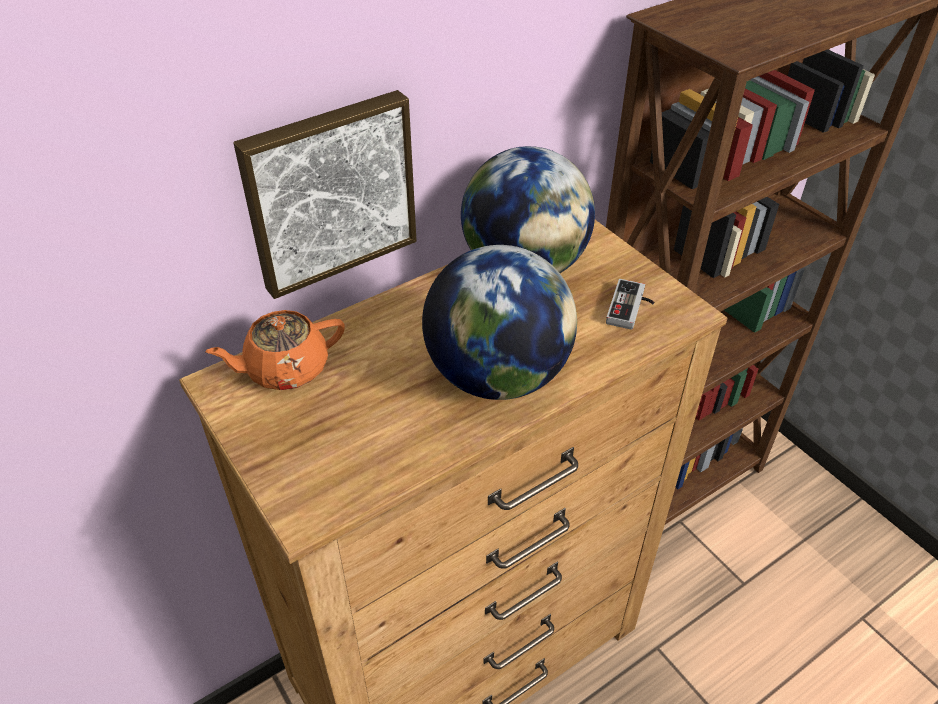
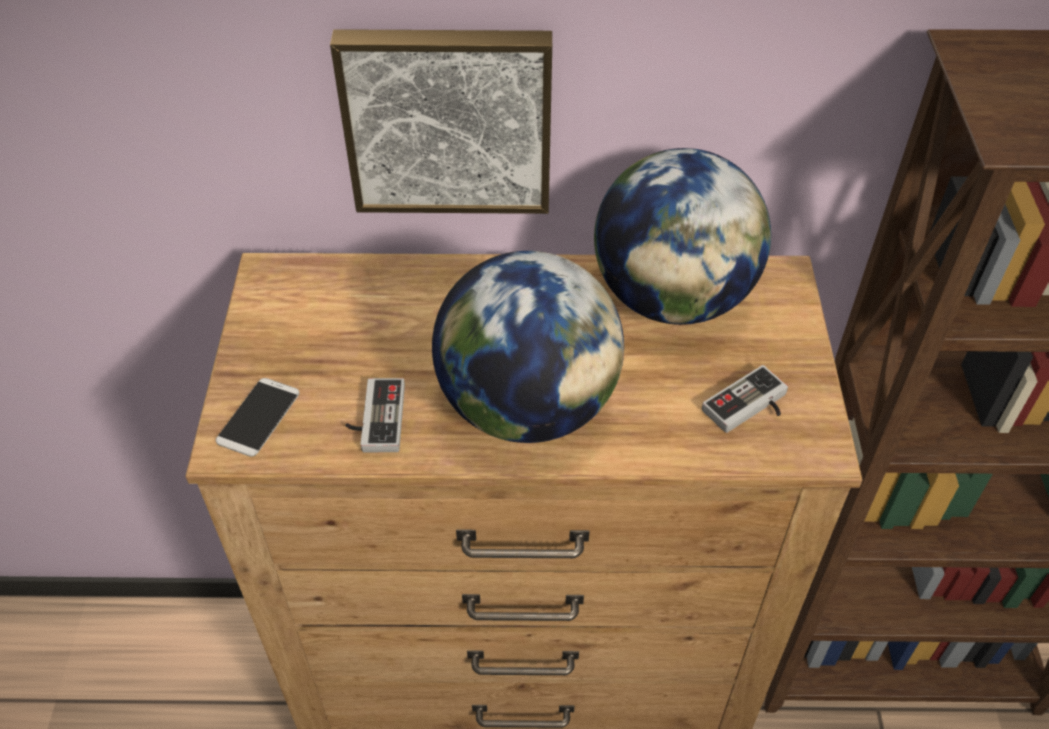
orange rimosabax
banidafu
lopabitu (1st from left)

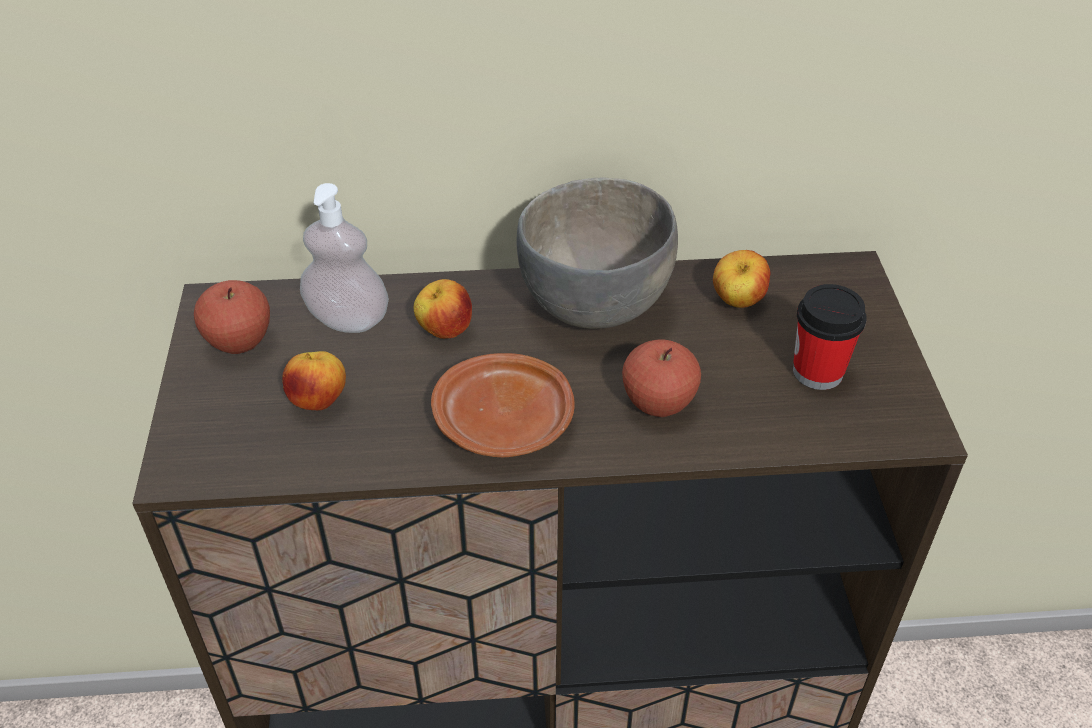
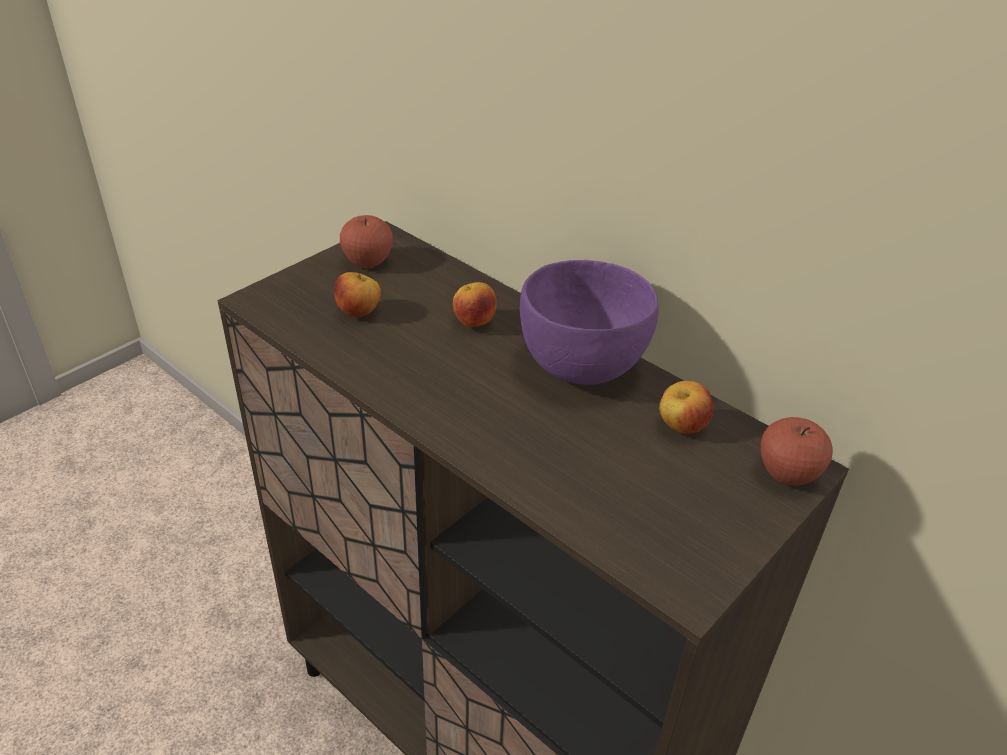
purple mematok
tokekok
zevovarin
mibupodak (5th from left)
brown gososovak

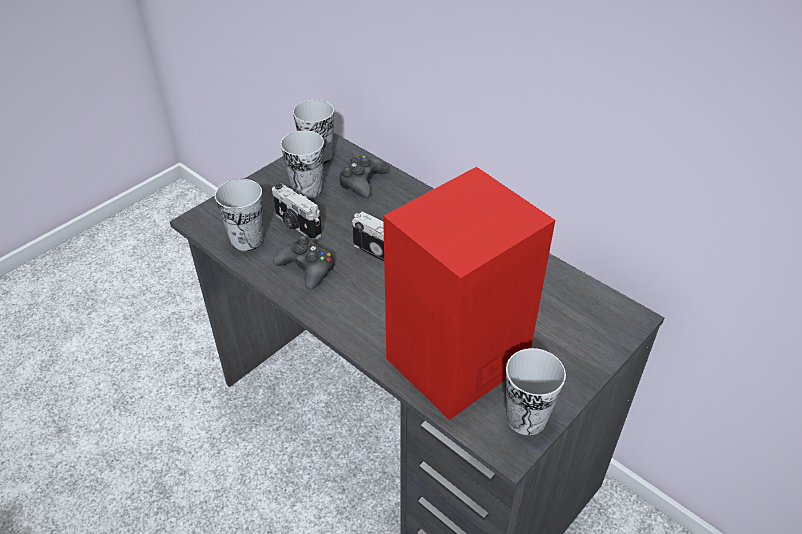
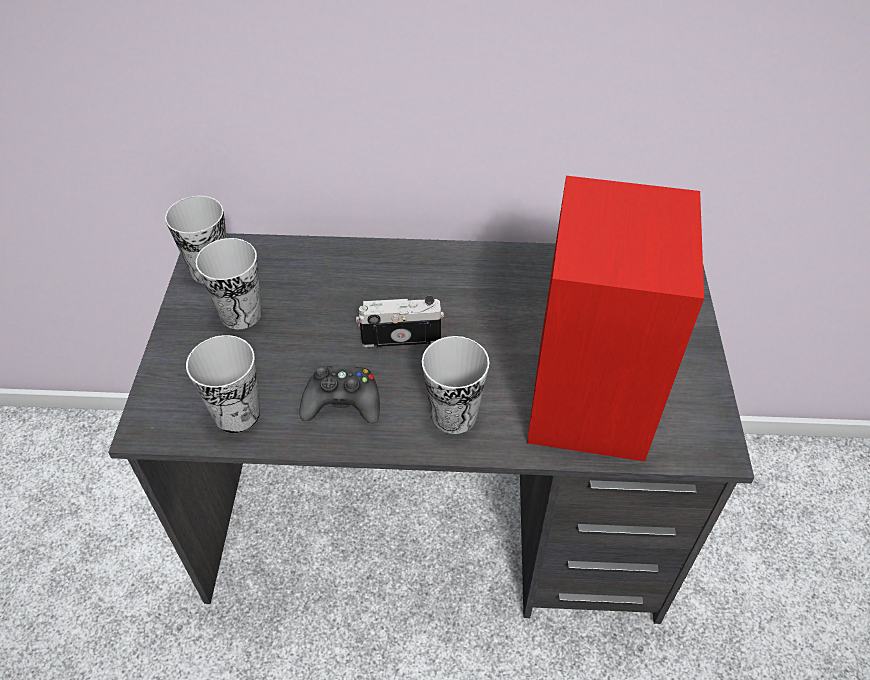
black lopabitu (2nd from left in the first image)
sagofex (1st from left in the first image)
zevovarin (4th from left)

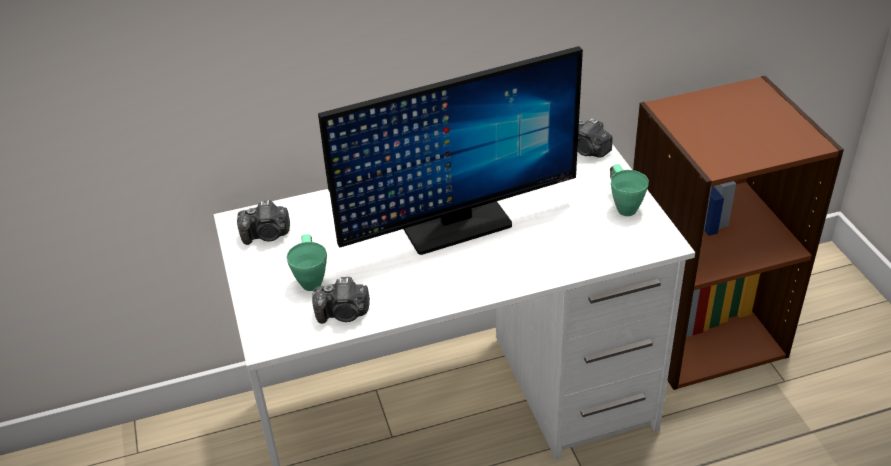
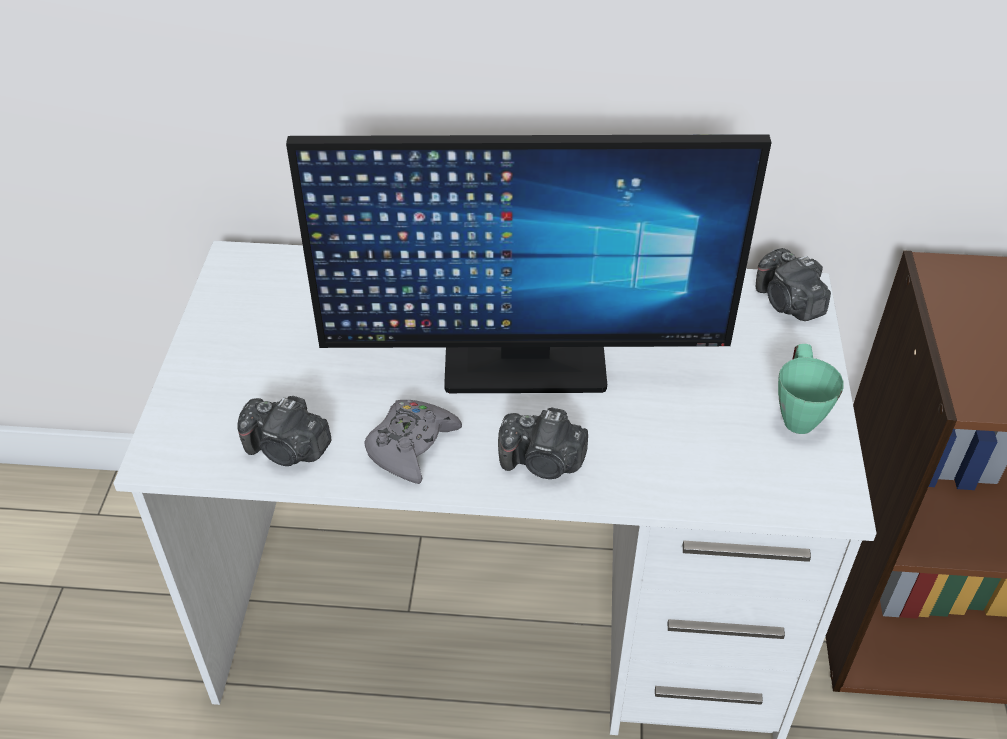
sagofex (2nd from left)
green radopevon (1st from left in the first image)
grey lopabitu

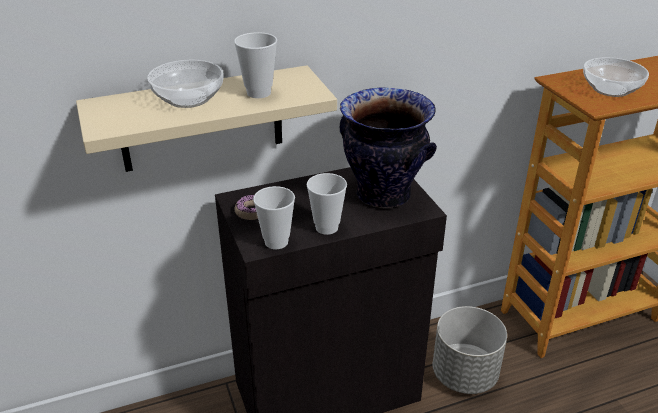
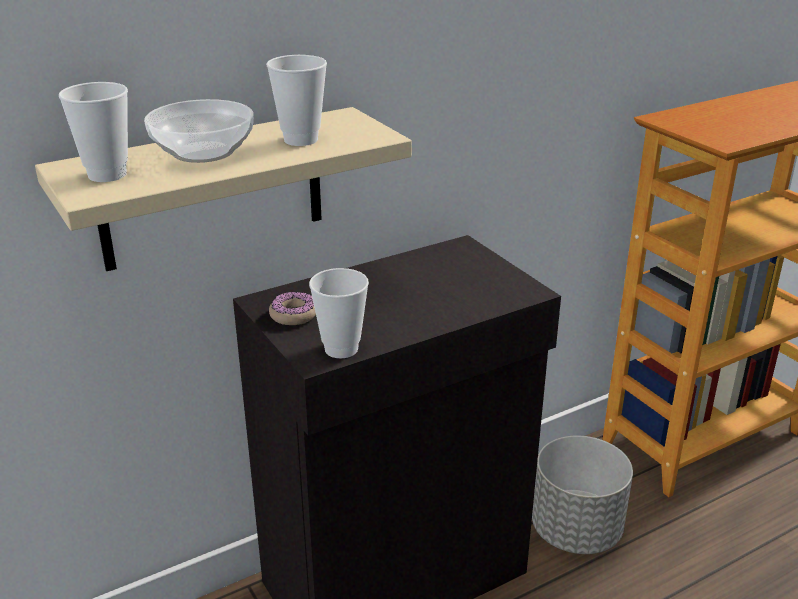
mematok (2nd from left in the first image)
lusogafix
zevovarin (1st from left)

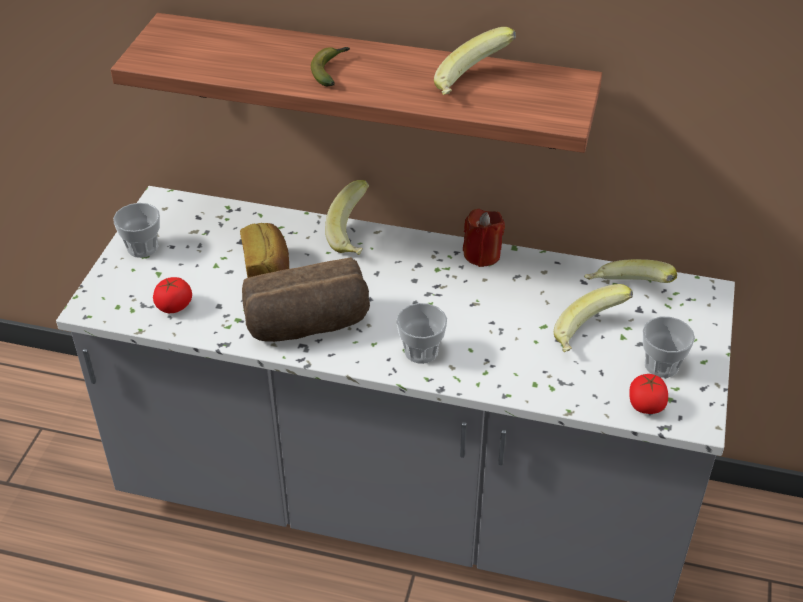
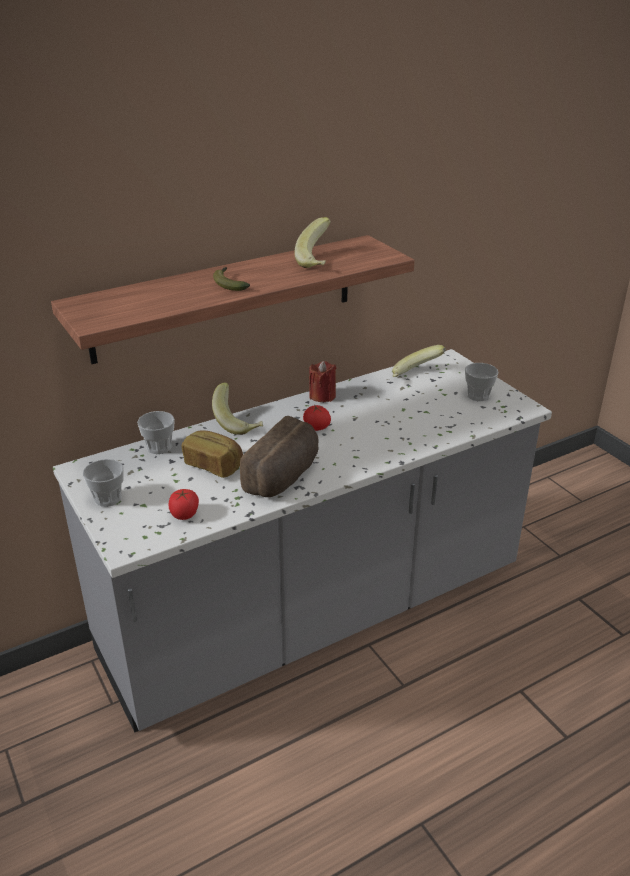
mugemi (4th from left in the first image)
zevovarin (2nd from left)
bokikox (2nd from left)

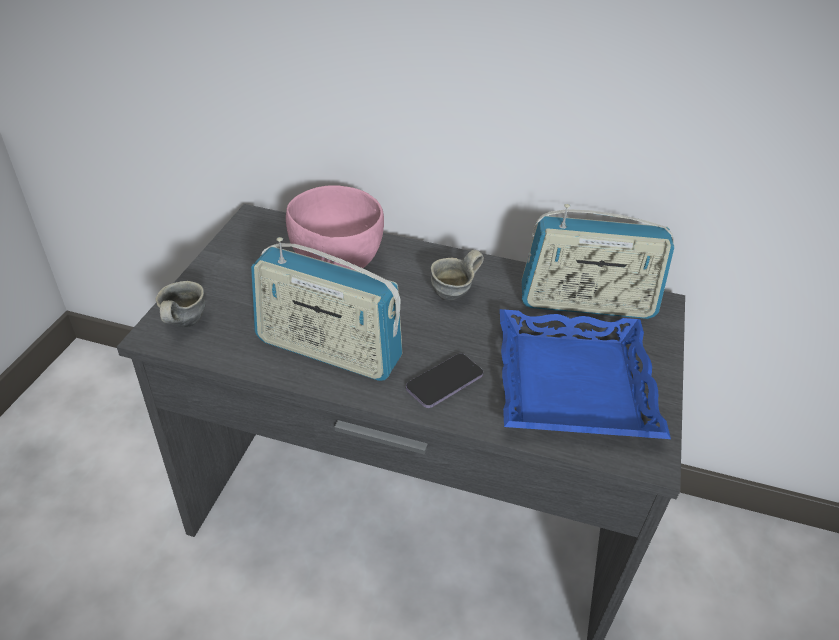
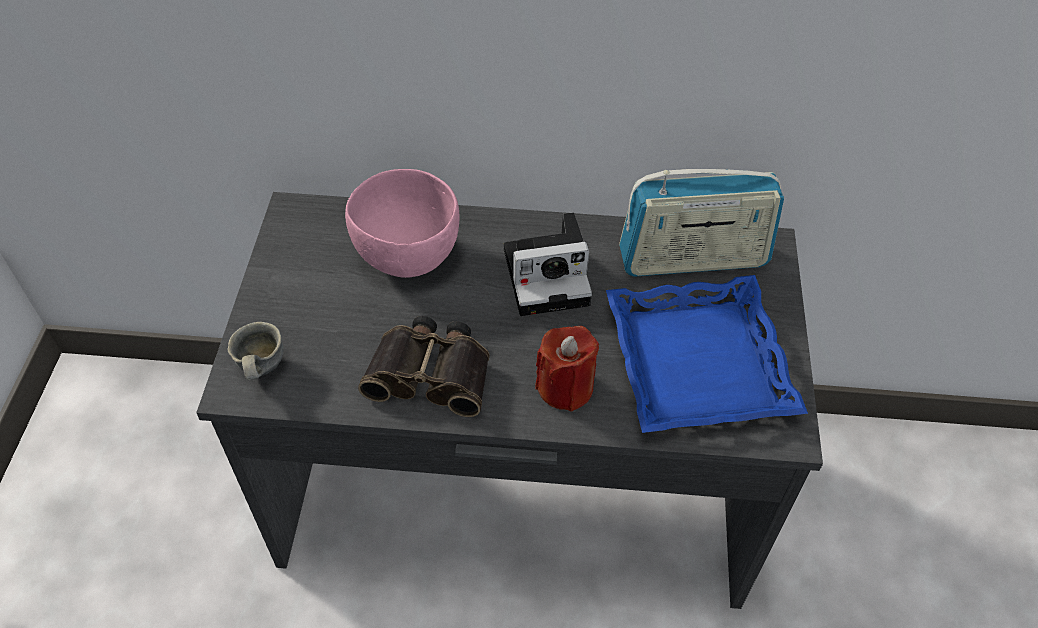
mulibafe
sagofex
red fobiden

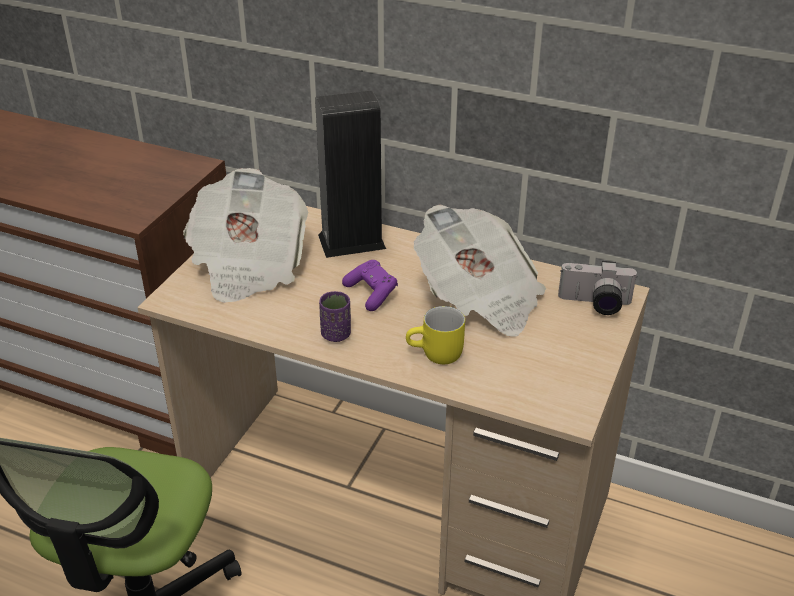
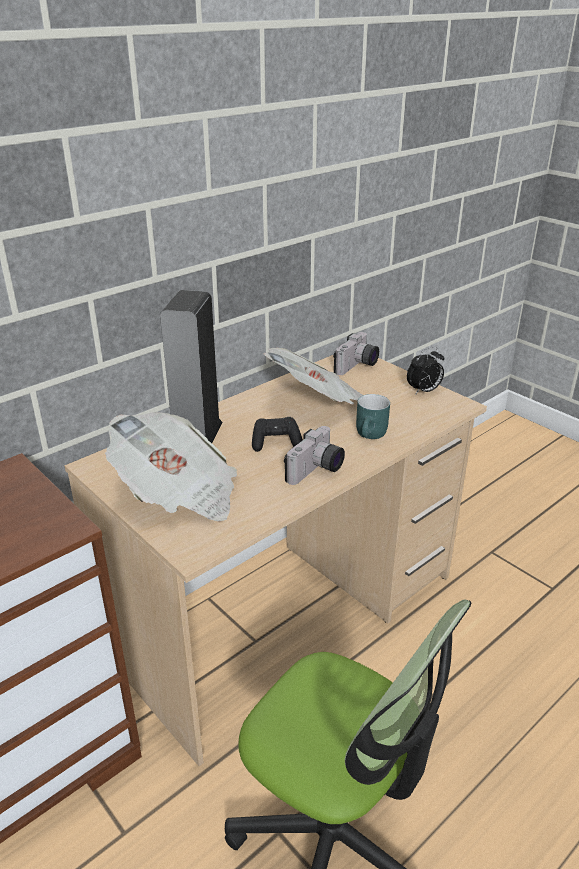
black lopabitu
sagofex (1st from left)
turquoise radopevon
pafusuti

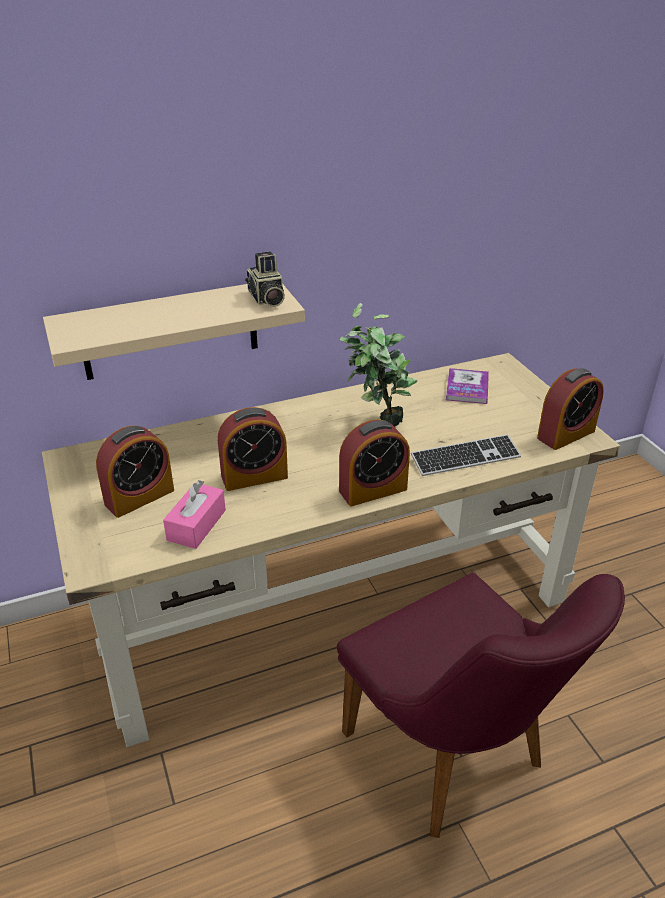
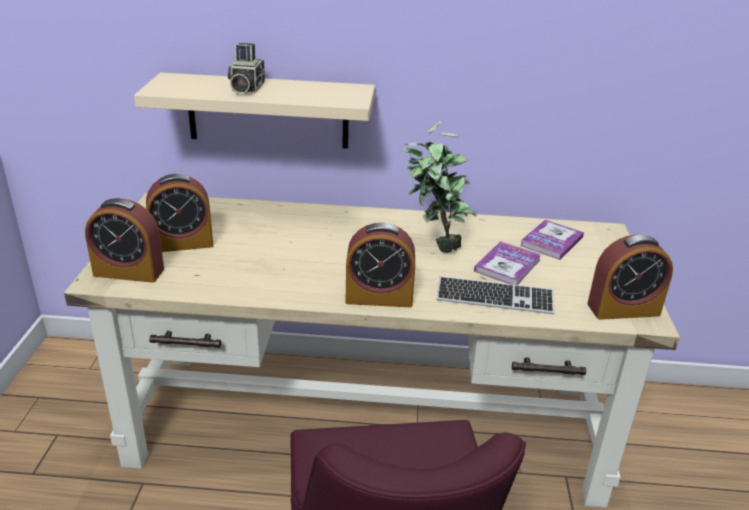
sagofex
pafusuti (1st from left)
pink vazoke
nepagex (1st from left)

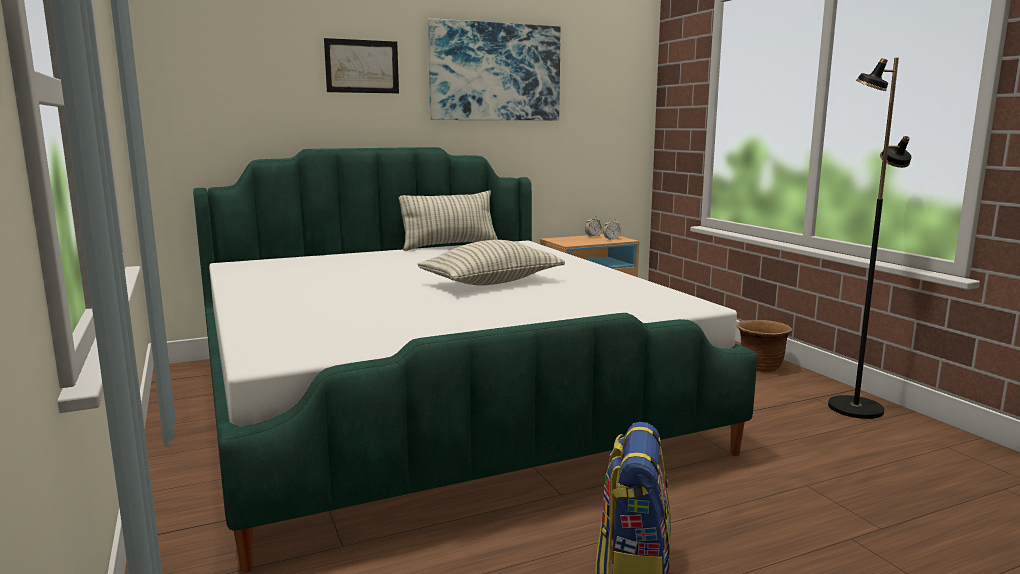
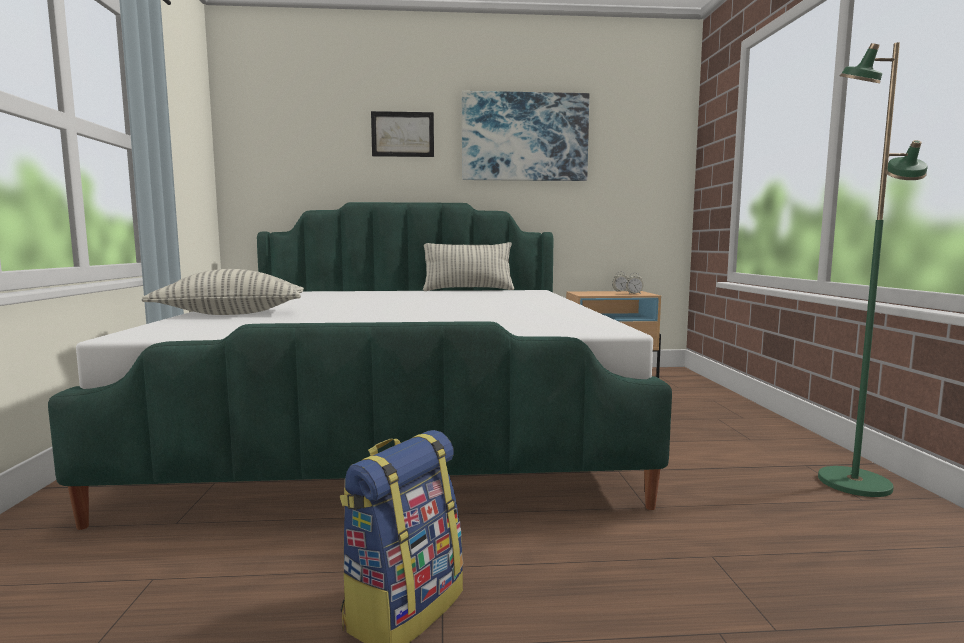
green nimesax
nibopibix (1st from left)
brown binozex

